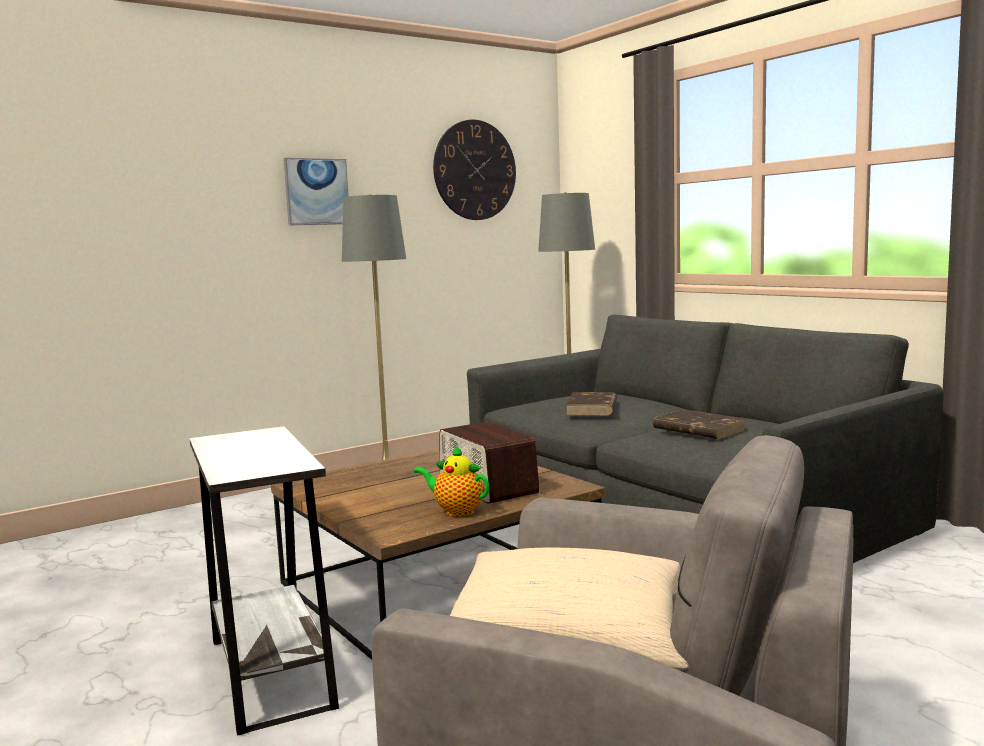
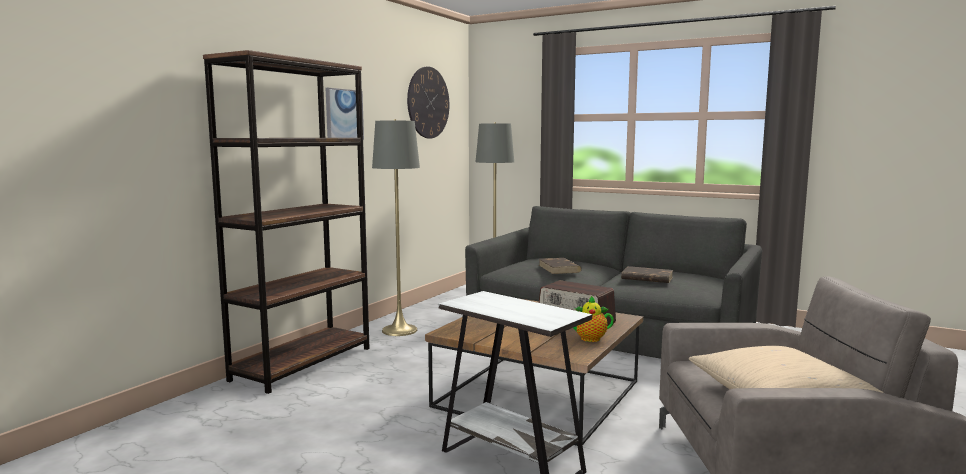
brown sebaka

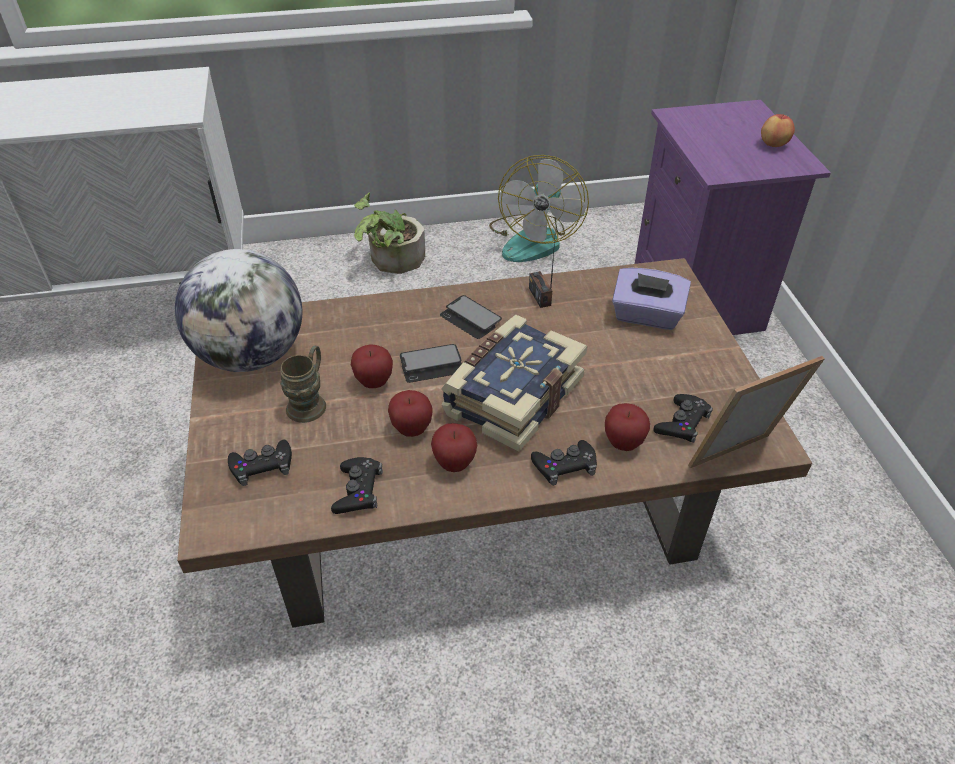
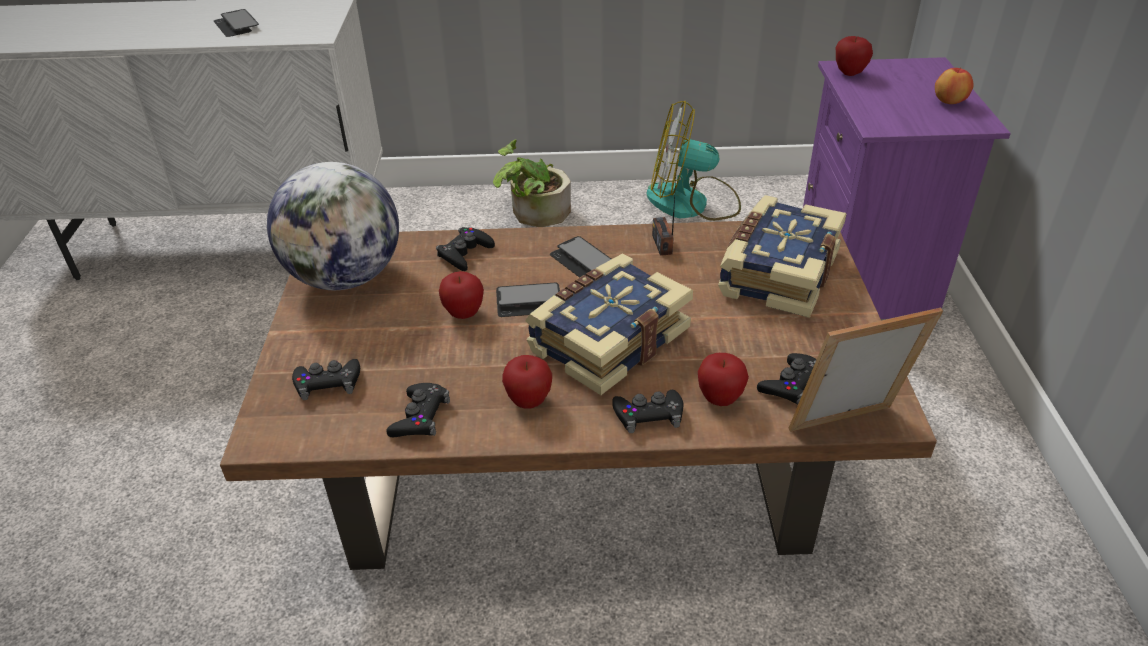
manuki
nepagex (2nd from left)
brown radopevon
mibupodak (4th from left)
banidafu (1st from left)
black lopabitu (3rd from left)

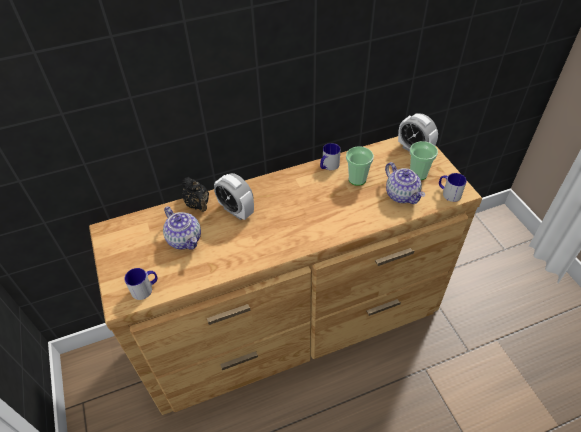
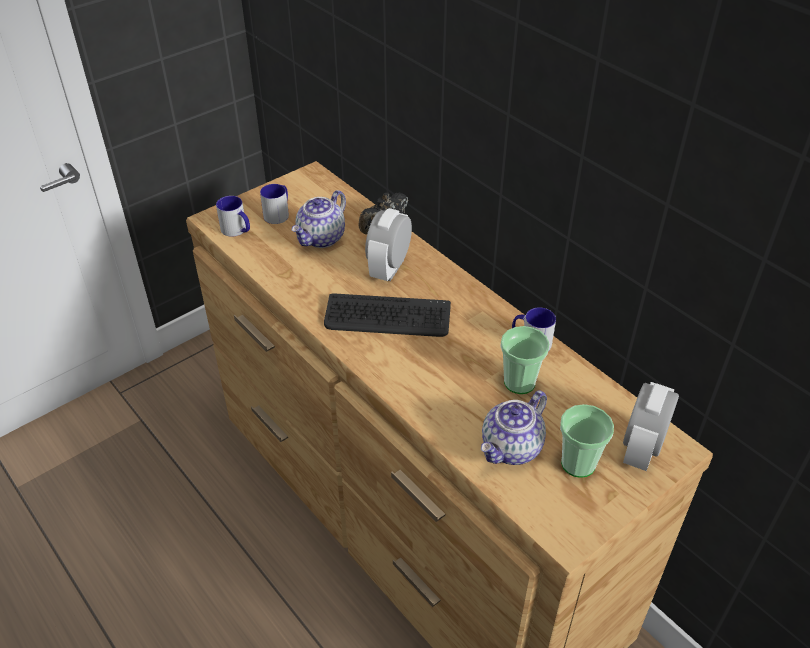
radopevon (2nd from left)
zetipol

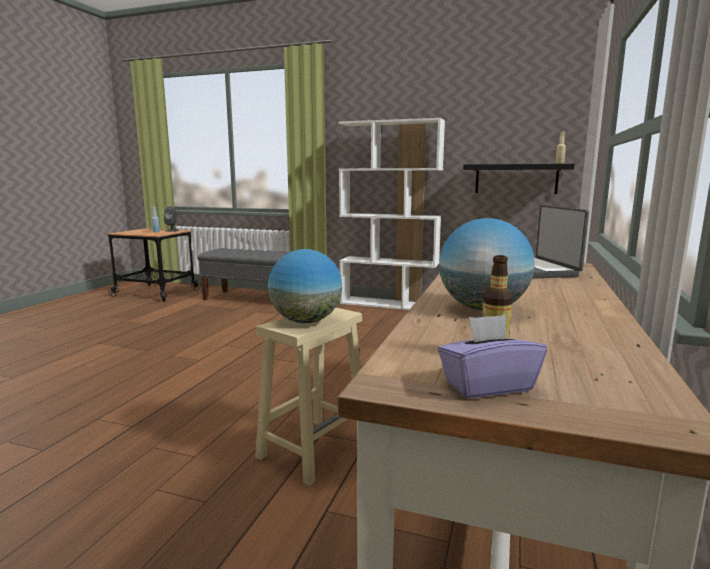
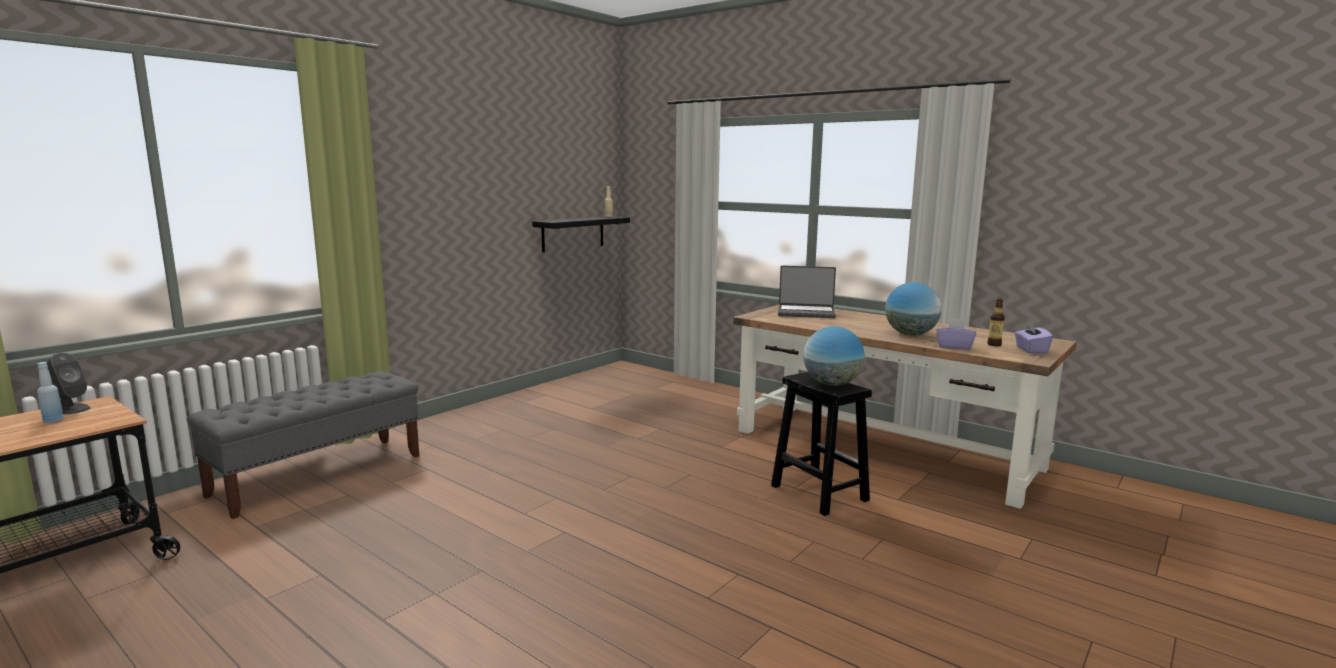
white sebaka
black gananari
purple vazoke (1st from left)

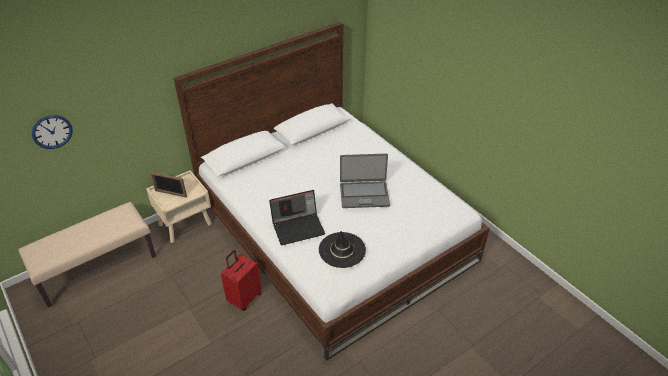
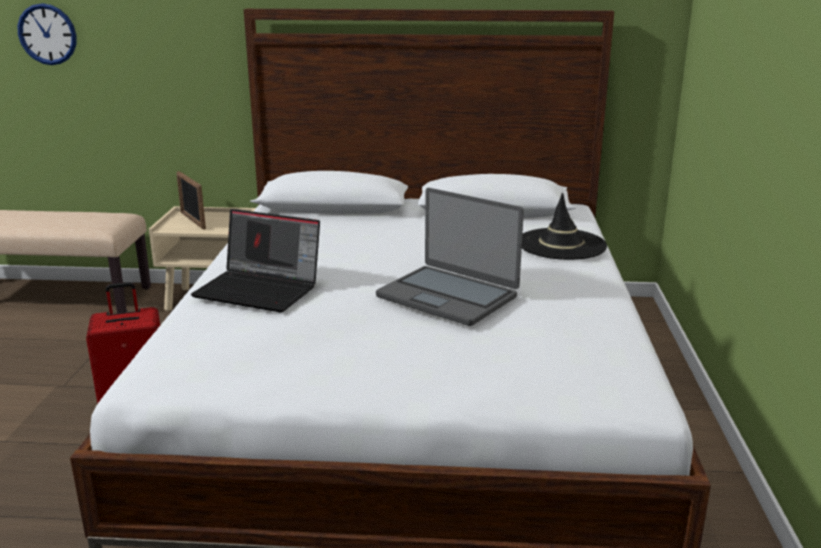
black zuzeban

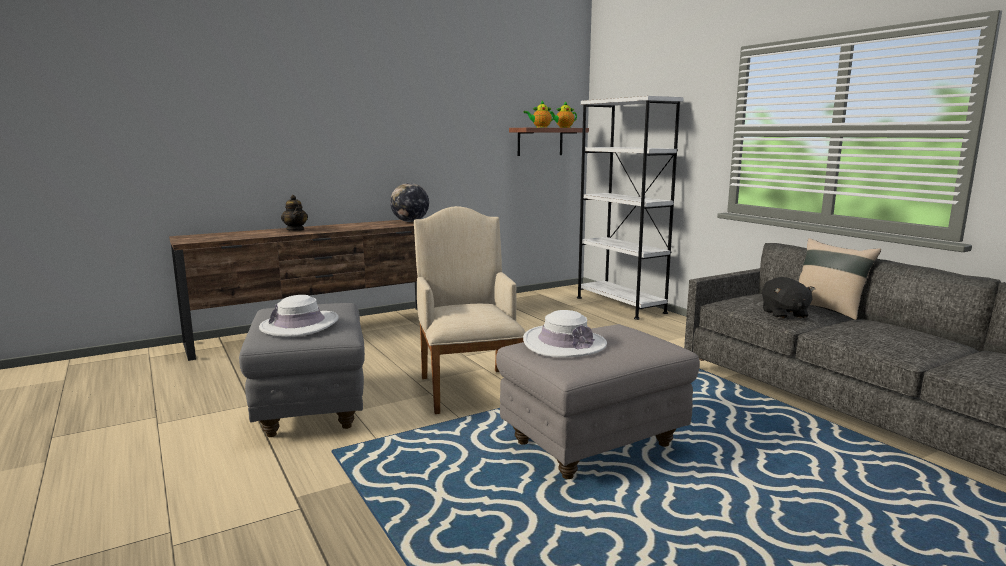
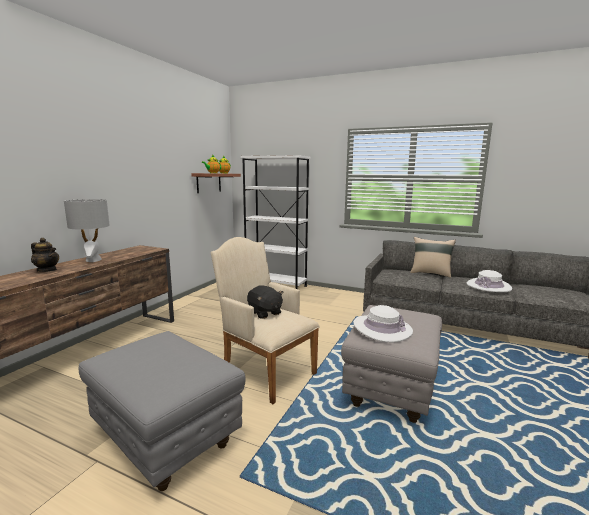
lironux
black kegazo
white zuzeban (2nd from left)
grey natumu

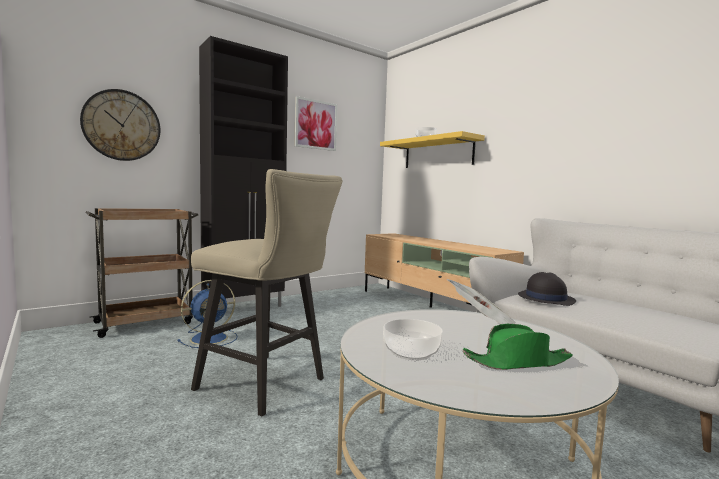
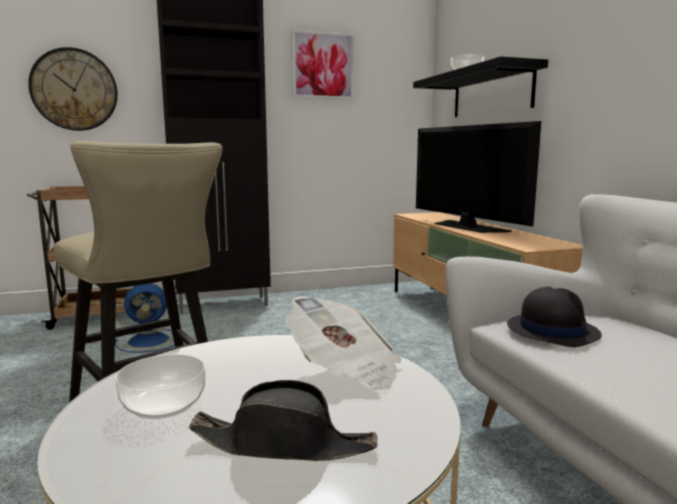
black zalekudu
black zuzeban (1st from left)
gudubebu

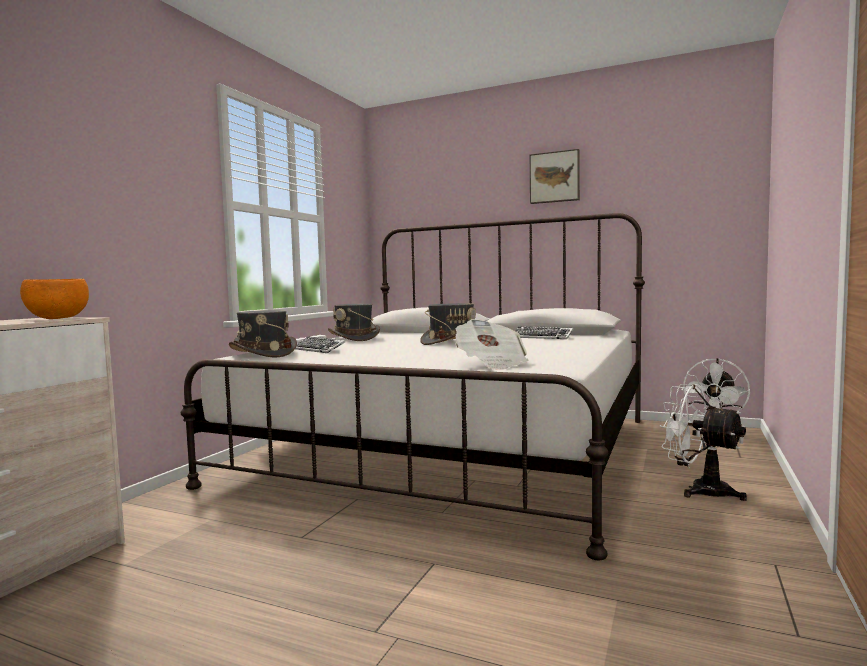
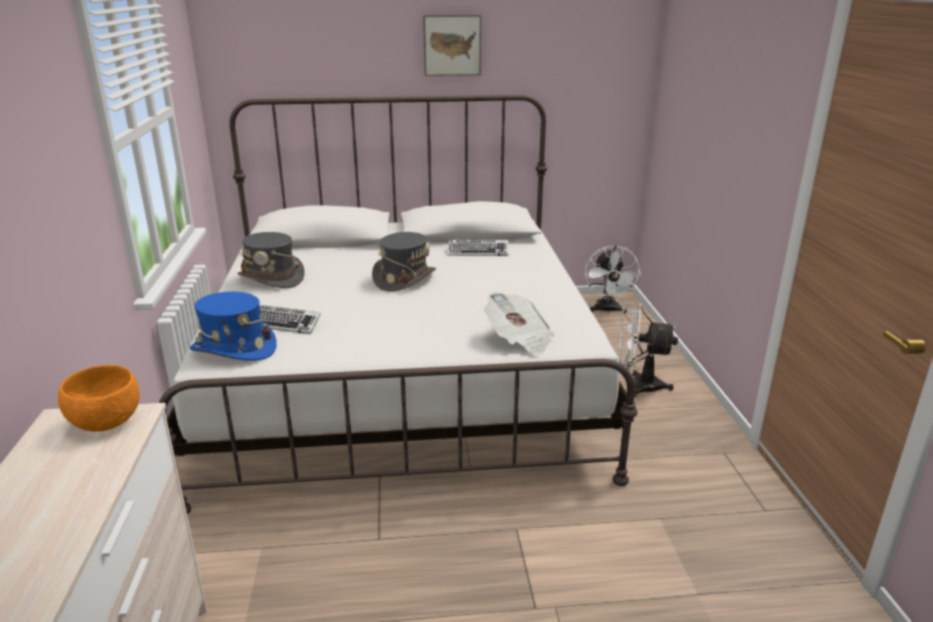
blue zuzeban

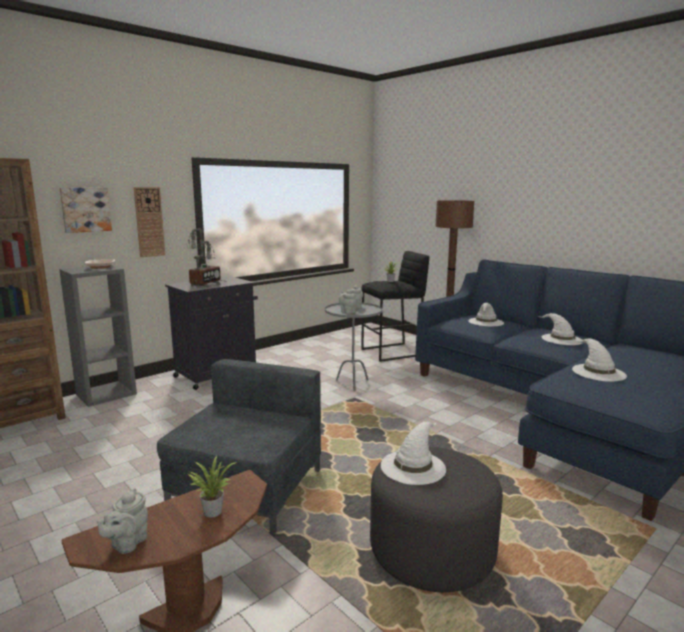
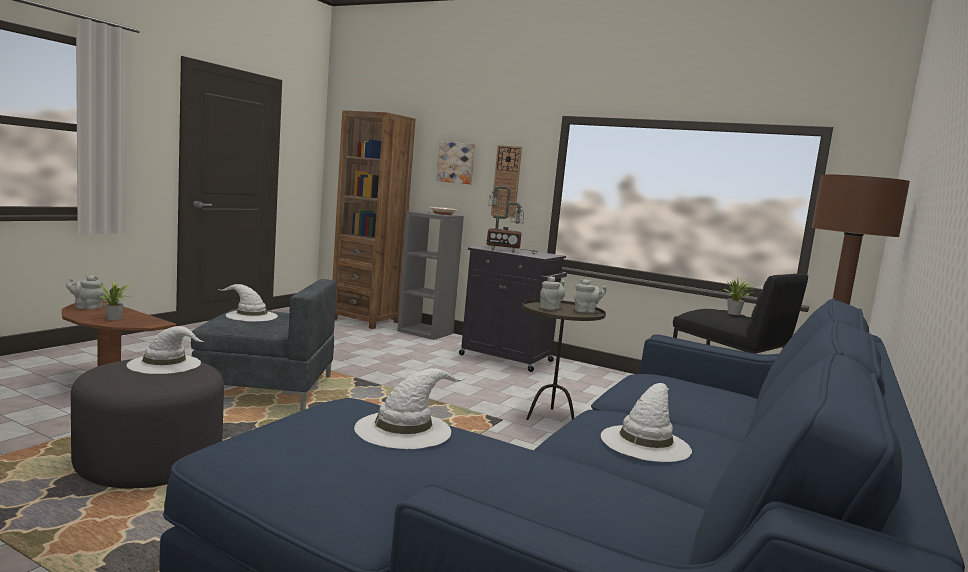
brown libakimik (2nd from left)
white zuzeban (2nd from left)

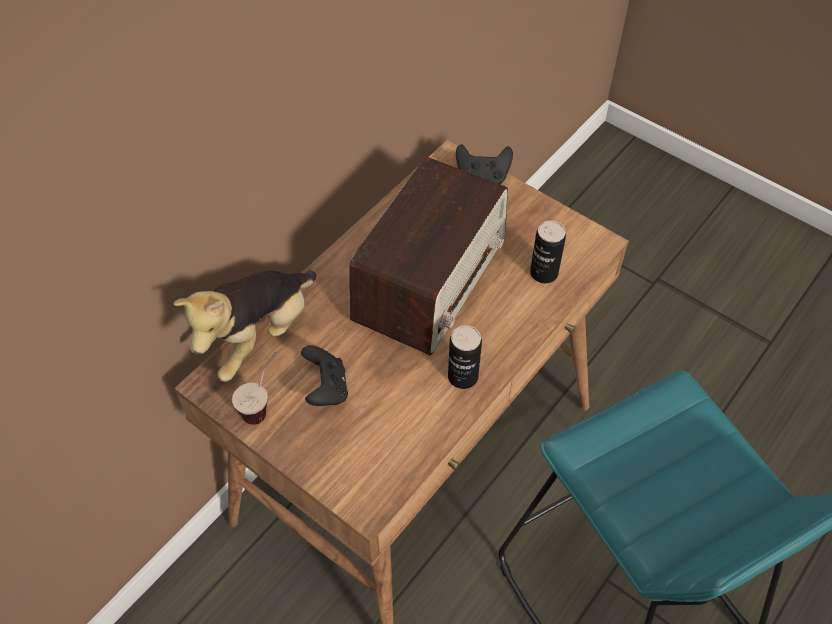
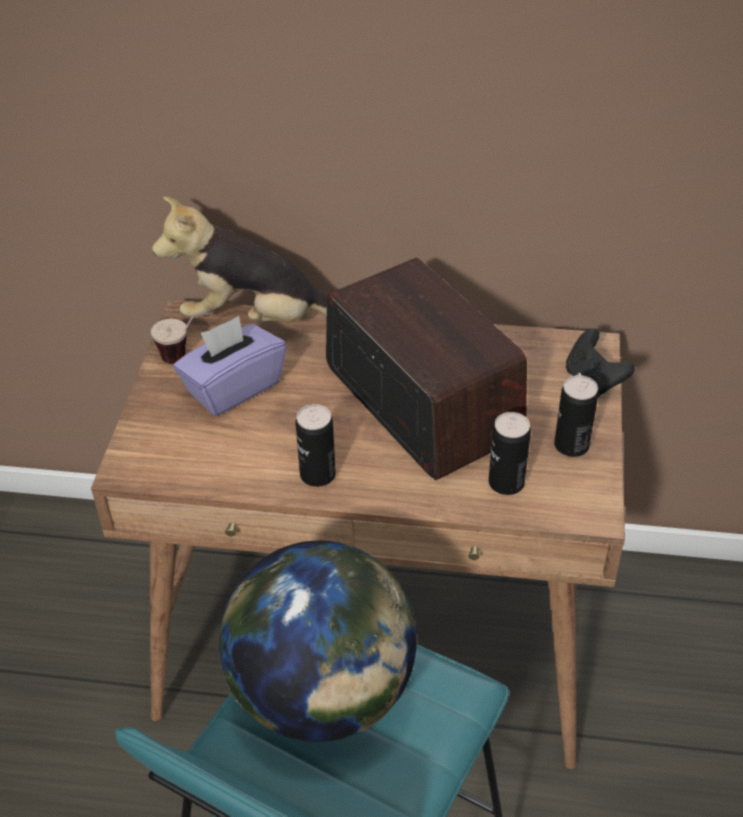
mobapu
purple vazoke
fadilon (3rd from left)
lironux

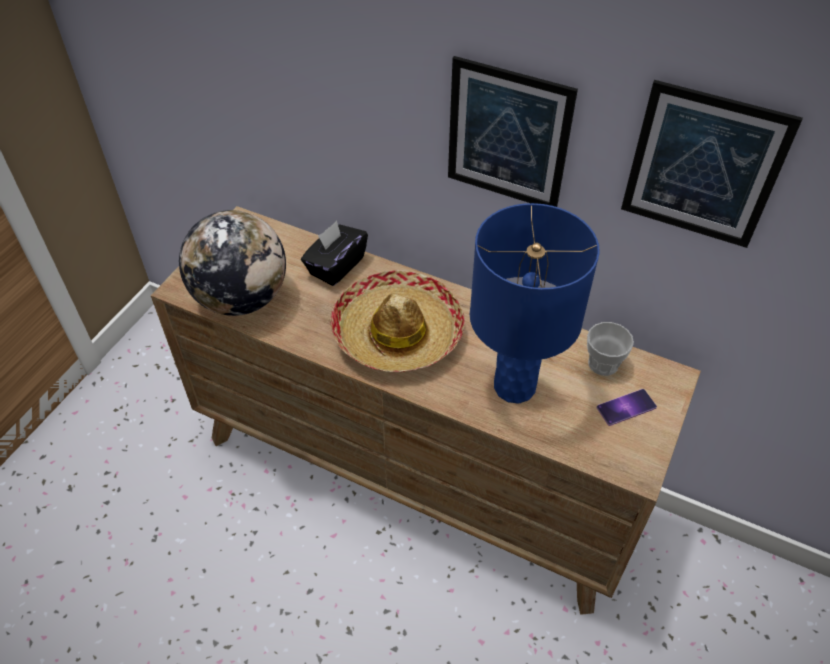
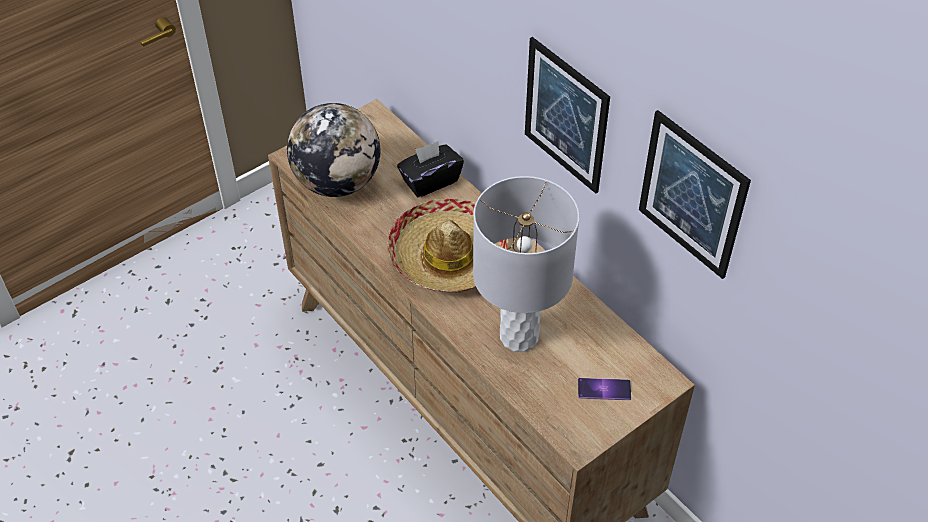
grey natumu
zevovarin

